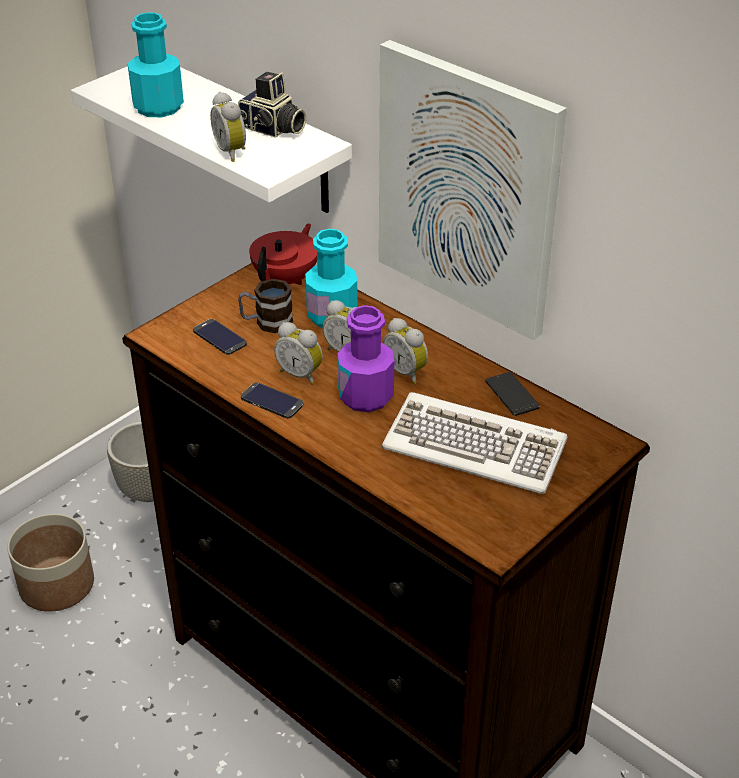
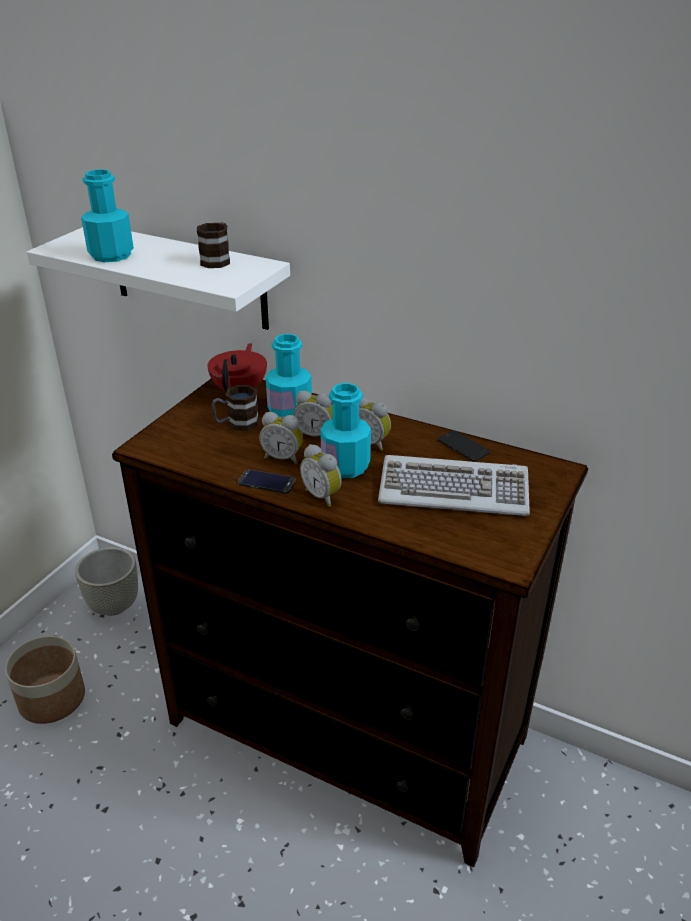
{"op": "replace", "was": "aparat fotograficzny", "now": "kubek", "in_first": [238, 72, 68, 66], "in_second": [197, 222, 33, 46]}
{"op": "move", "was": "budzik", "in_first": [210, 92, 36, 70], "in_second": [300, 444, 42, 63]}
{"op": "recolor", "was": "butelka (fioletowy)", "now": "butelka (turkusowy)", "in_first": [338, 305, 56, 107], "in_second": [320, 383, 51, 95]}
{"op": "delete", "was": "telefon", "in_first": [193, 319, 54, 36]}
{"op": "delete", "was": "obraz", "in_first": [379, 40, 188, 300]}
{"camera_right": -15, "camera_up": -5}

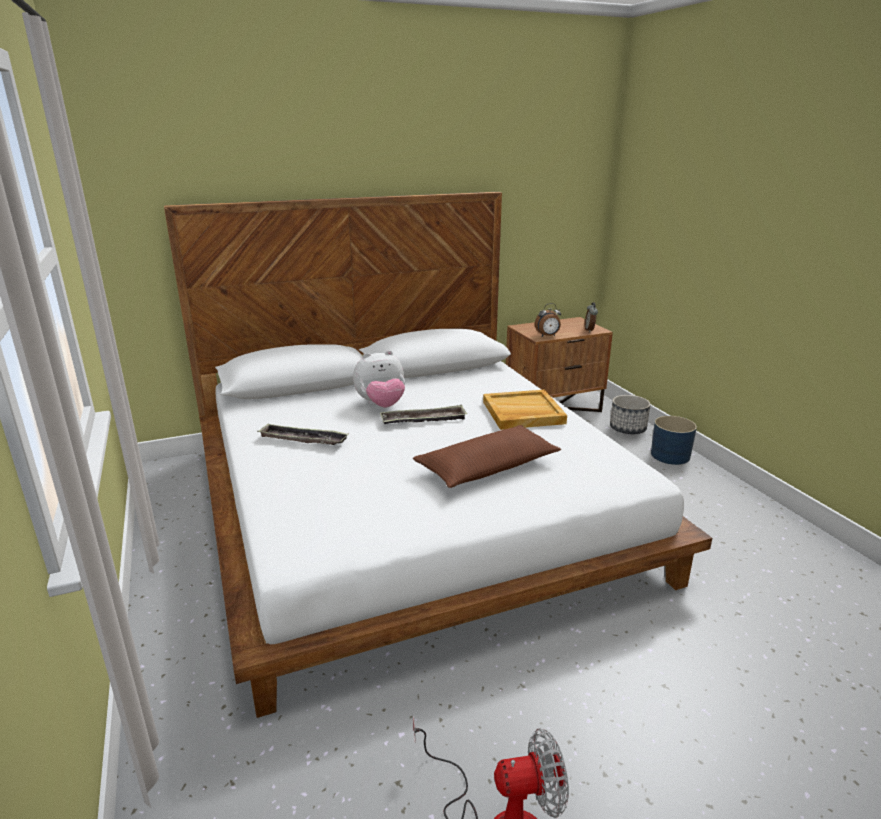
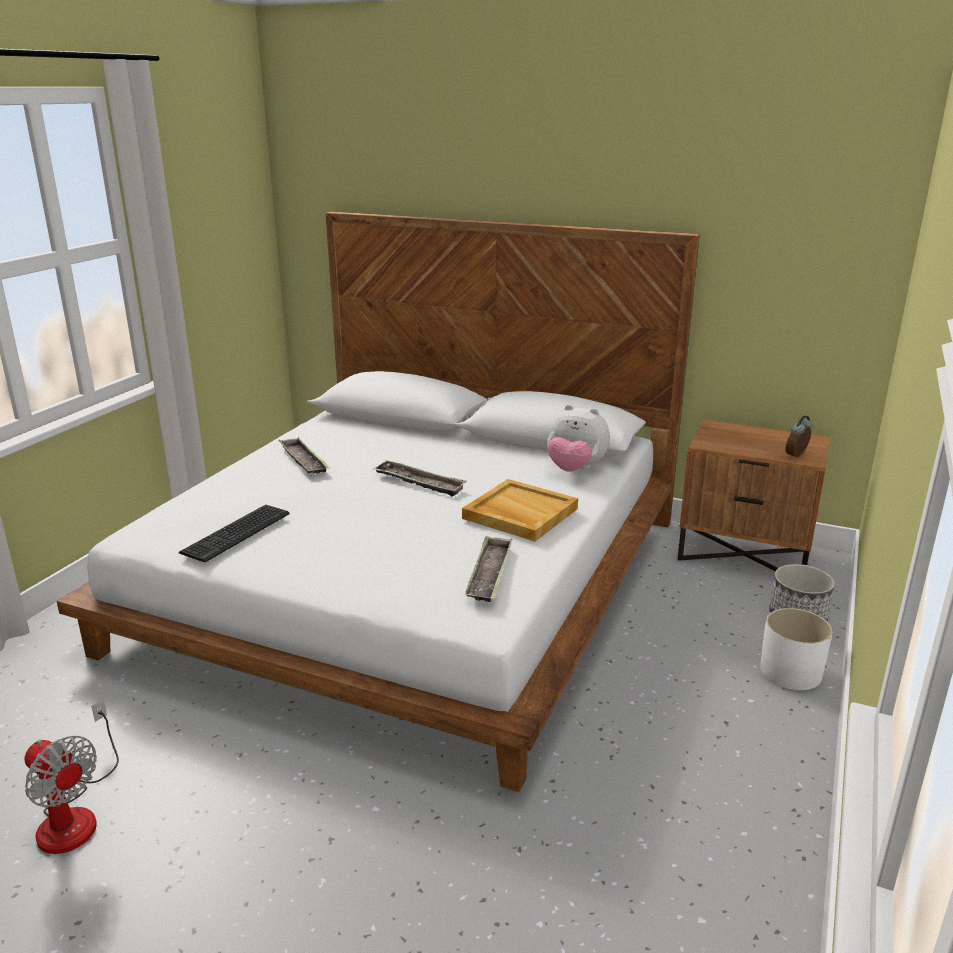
{"op": "insert", "now": "klawiatura", "in_second": [179, 505, 111, 58]}
{"op": "insert", "now": "taca", "in_second": [465, 536, 47, 66]}
{"op": "move", "was": "pluszak", "in_first": [353, 350, 52, 57], "in_second": [547, 405, 63, 67]}
{"op": "recolor", "was": "donica (niebieski)", "now": "donica (biały)", "in_first": [651, 416, 46, 49], "in_second": [760, 608, 73, 82]}
{"op": "delete", "was": "poduszka (brązowy)", "in_first": [413, 425, 148, 63]}
{"op": "delete", "was": "budzik", "in_first": [535, 303, 26, 33]}
{"camera_right": 45, "camera_up": 0}

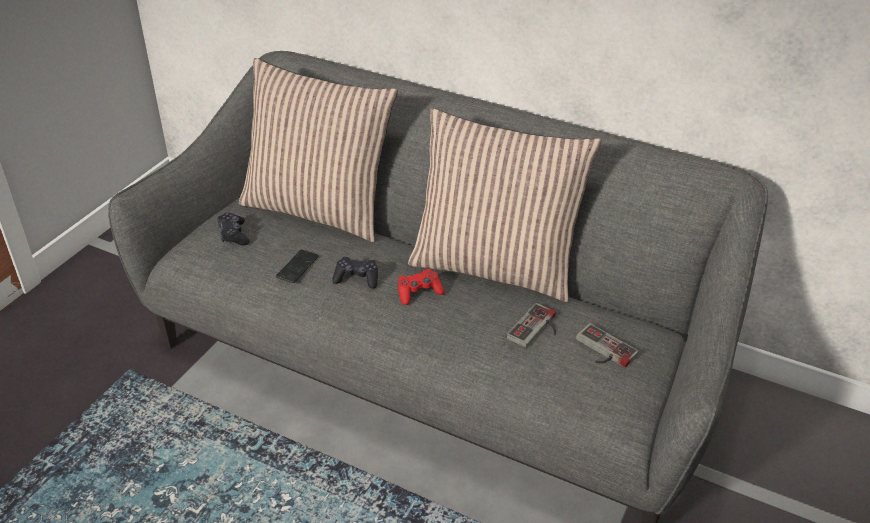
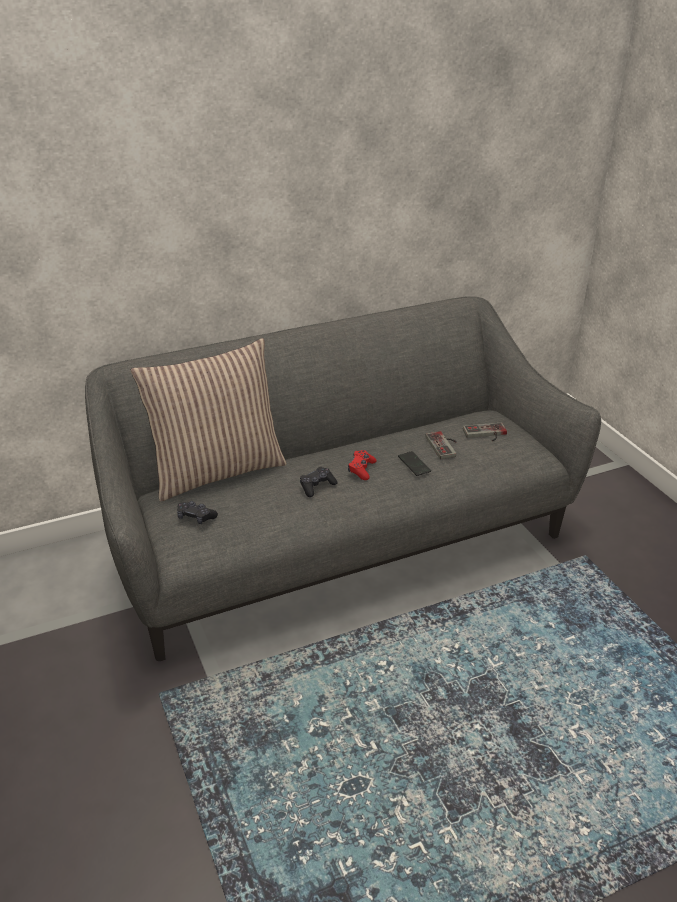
{"op": "move", "was": "telefon", "in_first": [276, 249, 43, 34], "in_second": [398, 451, 33, 25]}
{"op": "delete", "was": "poduszka", "in_first": [408, 108, 194, 194]}
{"camera_right": -50, "camera_up": -5}

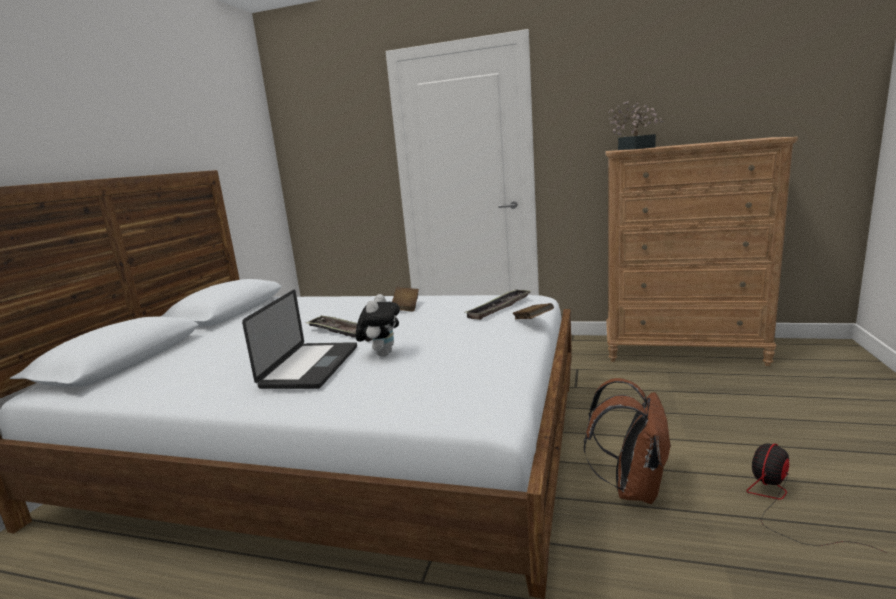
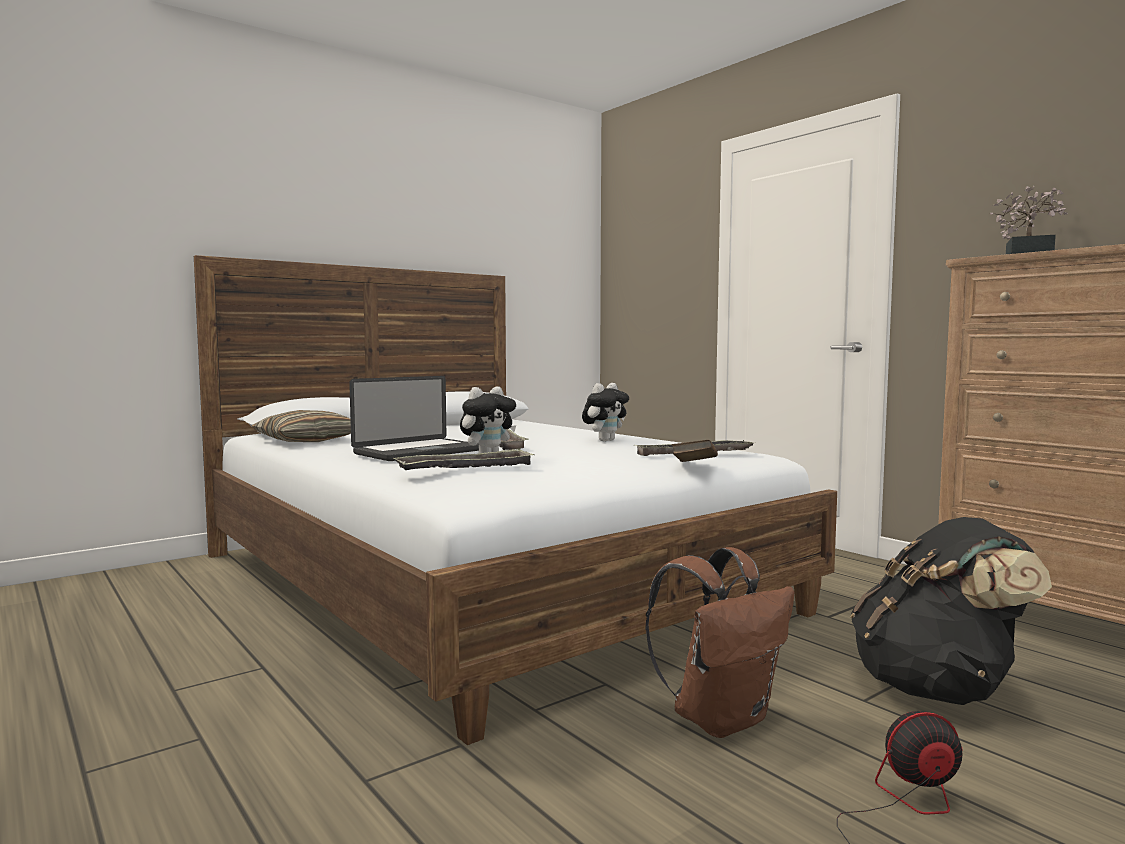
{"op": "insert", "now": "poduszka", "in_second": [252, 410, 99, 32]}
{"op": "insert", "now": "taca", "in_second": [394, 448, 141, 22]}
{"op": "replace", "was": "książka (brązowy)", "now": "pluszak", "in_first": [392, 287, 27, 24], "in_second": [582, 383, 47, 59]}
{"op": "insert", "now": "plecak (czarny)", "in_second": [851, 517, 201, 188]}
{"camera_right": 35, "camera_up": -10}

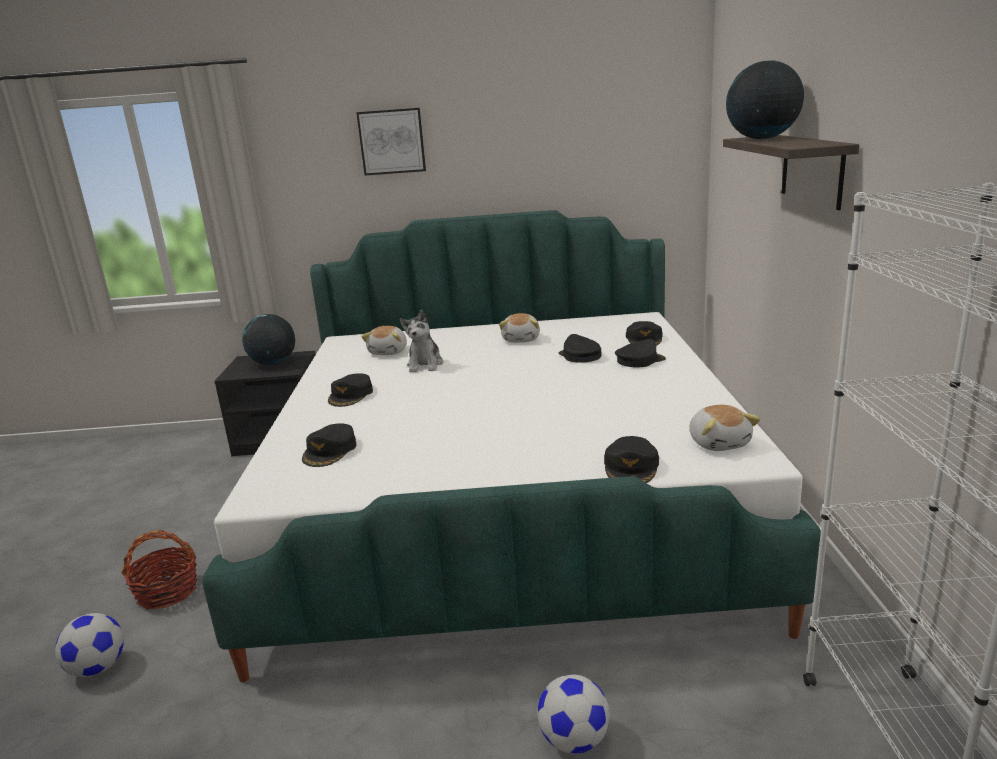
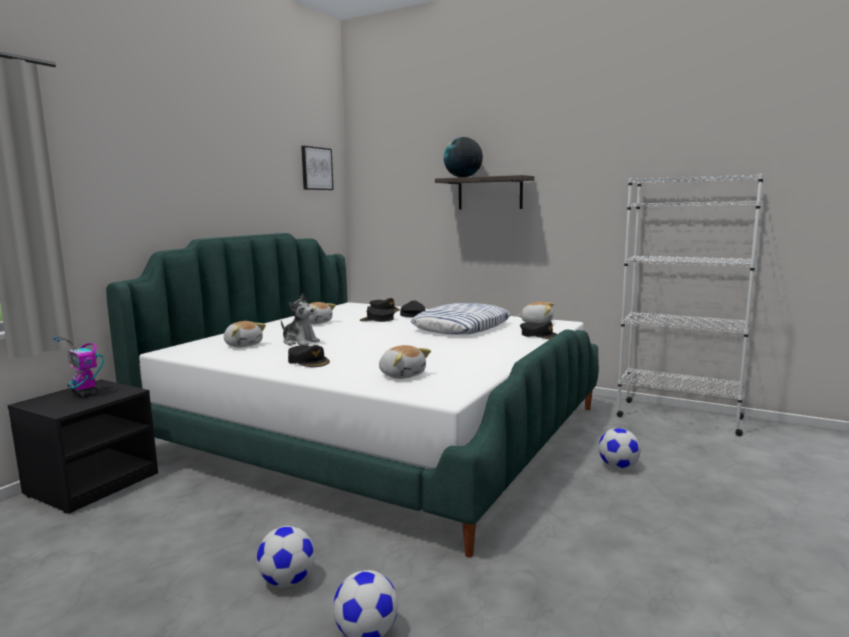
{"op": "replace", "was": "globus", "now": "robot zabawkowy", "in_first": [242, 314, 53, 51], "in_second": [53, 337, 51, 60]}
{"op": "replace", "was": "koszyk", "now": "piłka futbolowa", "in_first": [121, 530, 76, 79], "in_second": [257, 526, 58, 61]}
{"op": "move", "was": "obraz", "in_first": [356, 108, 70, 68], "in_second": [301, 146, 33, 44]}
{"op": "replace", "was": "czapka z daszkiem (czarny)", "now": "pluszak", "in_first": [302, 423, 54, 44], "in_second": [379, 345, 52, 34]}
{"op": "insert", "now": "poduszka", "in_second": [411, 303, 100, 31]}
{"camera_right": -60, "camera_up": -10}

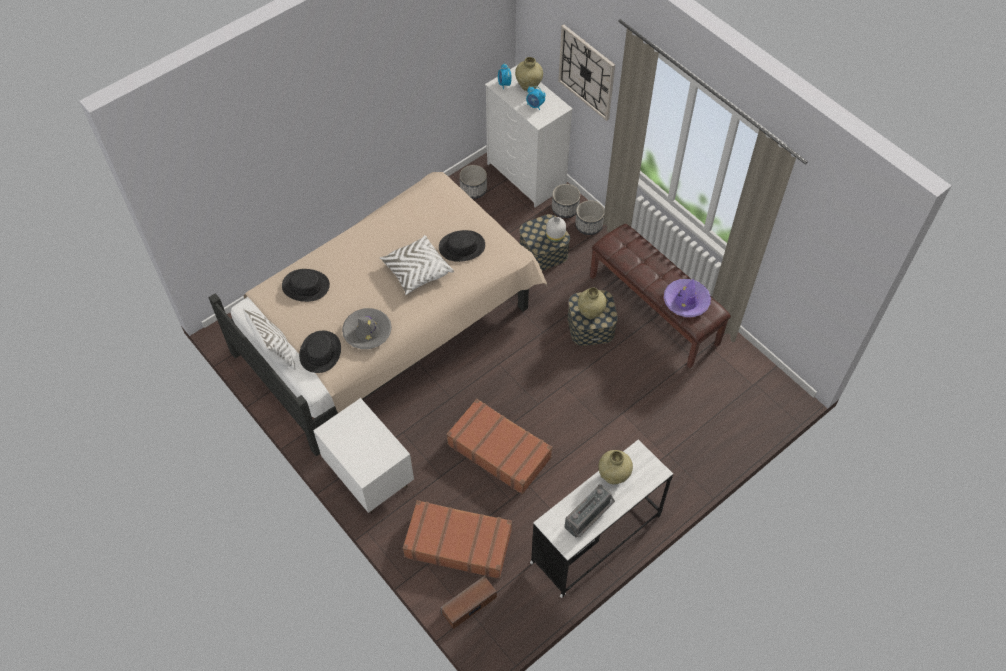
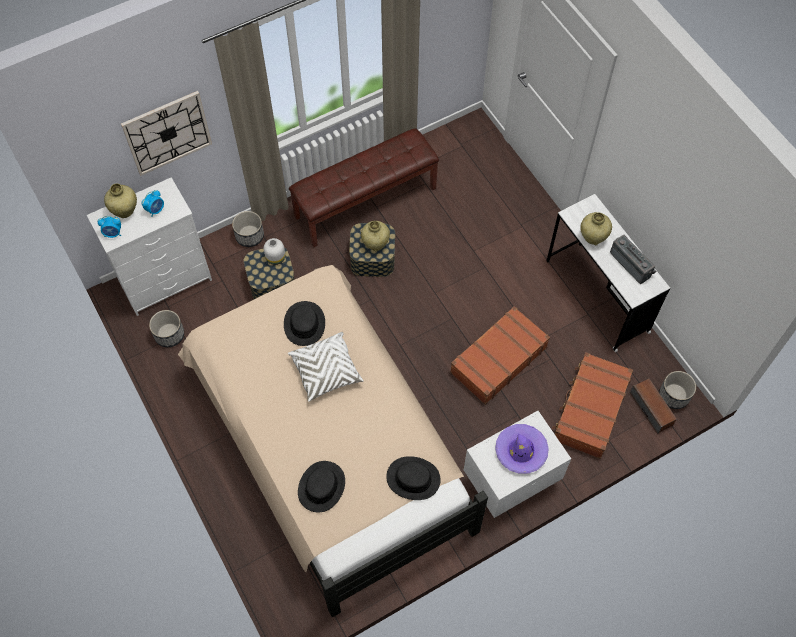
{"op": "move", "was": "kapelusz (fioletowy)", "in_first": [664, 279, 47, 38], "in_second": [495, 424, 54, 50]}
{"op": "move", "was": "donica", "in_first": [552, 184, 28, 34], "in_second": [659, 371, 37, 38]}
{"op": "delete", "was": "poduszka (biały)", "in_first": [243, 307, 52, 63]}
{"op": "delete", "was": "kapelusz (szary)", "in_first": [342, 308, 50, 41]}
{"camera_right": -80, "camera_up": 5}

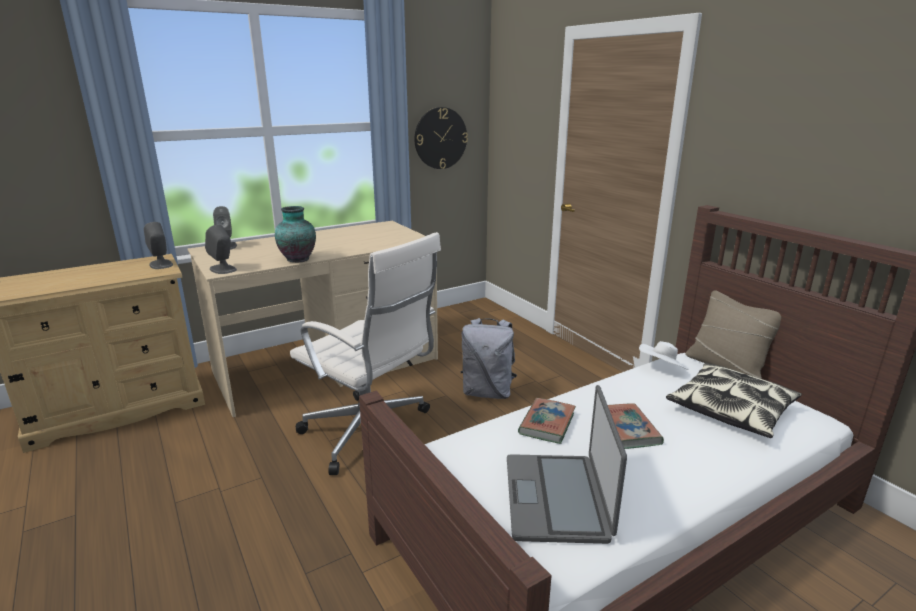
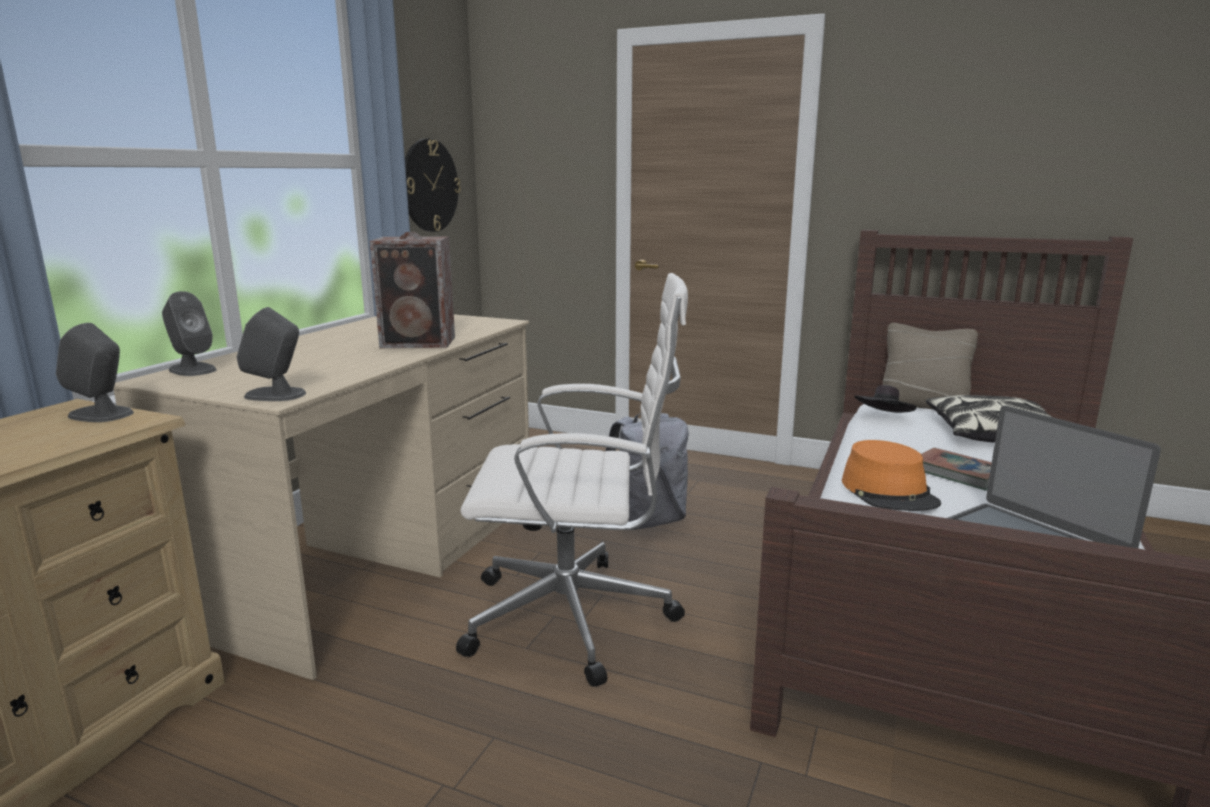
{"op": "insert", "now": "głośnik", "in_second": [370, 232, 85, 116]}
{"op": "replace", "was": "książka", "now": "kapelusz (pomarańczowy)", "in_first": [518, 398, 58, 46], "in_second": [842, 440, 99, 71]}
{"op": "recolor", "was": "kapelusz (biały)", "now": "kapelusz (czarny)", "in_first": [639, 341, 50, 29], "in_second": [854, 385, 62, 28]}
{"op": "delete", "was": "wazon", "in_first": [275, 206, 41, 57]}
{"camera_right": -35, "camera_up": -5}

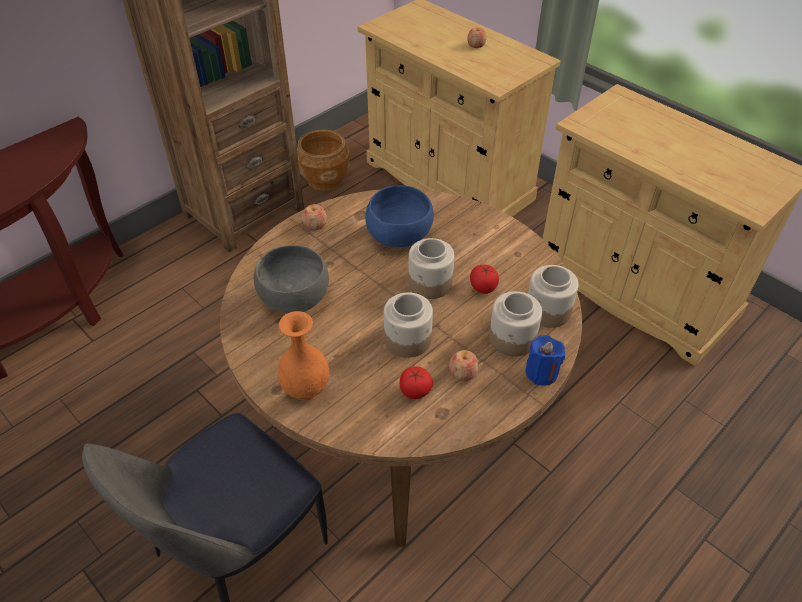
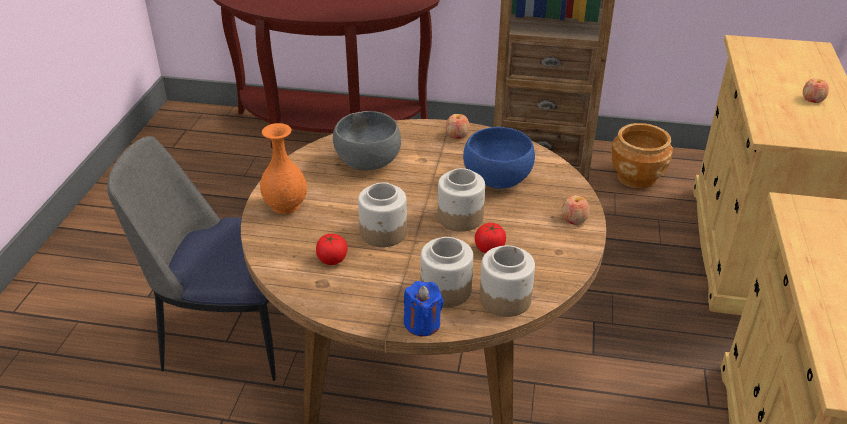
{"op": "move", "was": "jabłko", "in_first": [449, 350, 30, 31], "in_second": [562, 195, 28, 30]}
{"camera_right": 55, "camera_up": -10}

